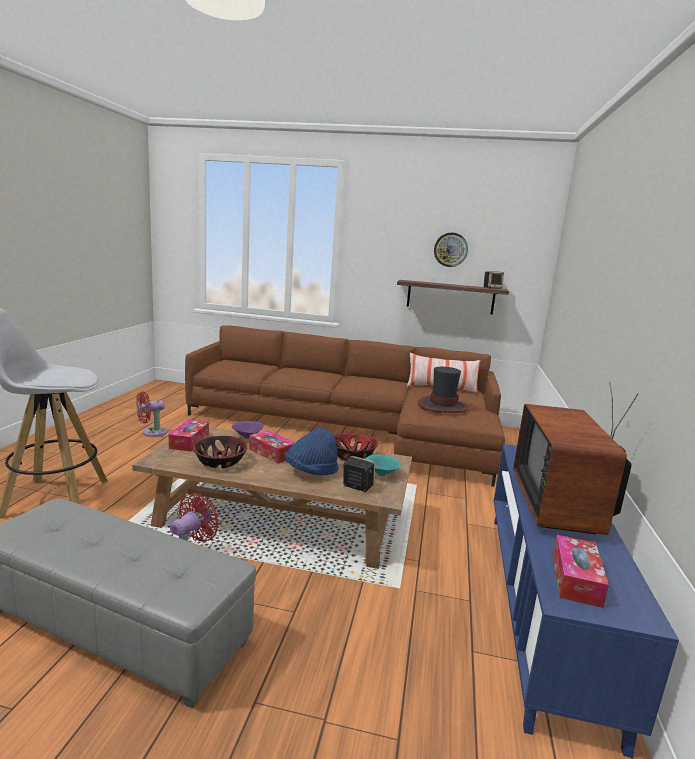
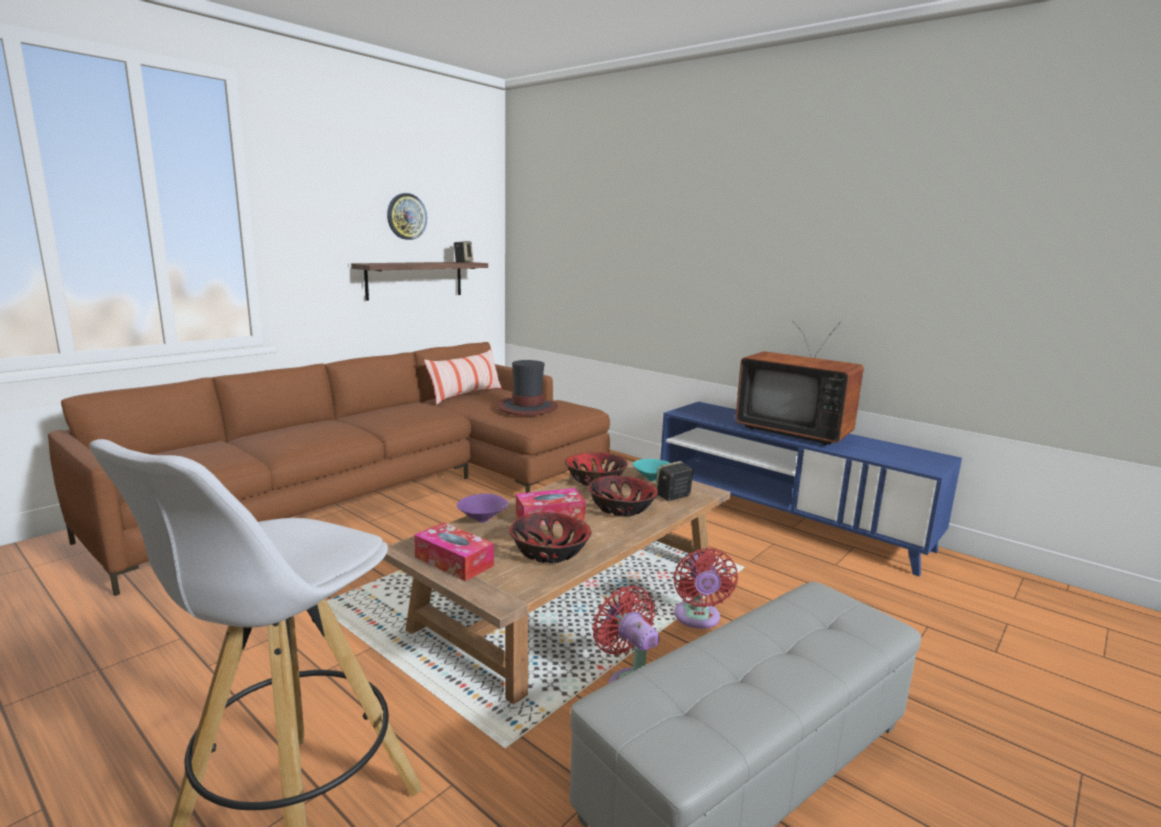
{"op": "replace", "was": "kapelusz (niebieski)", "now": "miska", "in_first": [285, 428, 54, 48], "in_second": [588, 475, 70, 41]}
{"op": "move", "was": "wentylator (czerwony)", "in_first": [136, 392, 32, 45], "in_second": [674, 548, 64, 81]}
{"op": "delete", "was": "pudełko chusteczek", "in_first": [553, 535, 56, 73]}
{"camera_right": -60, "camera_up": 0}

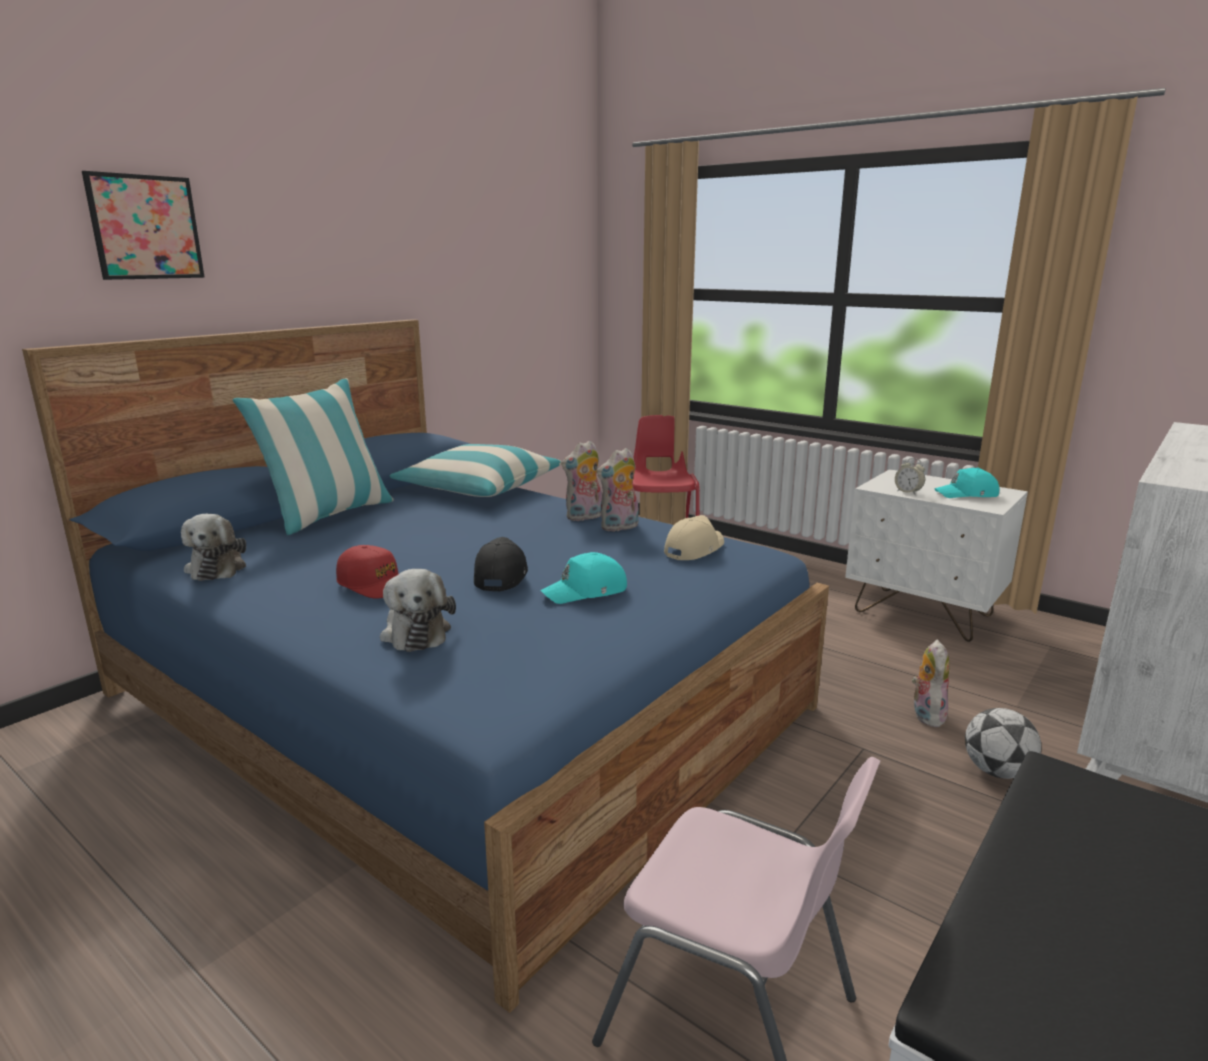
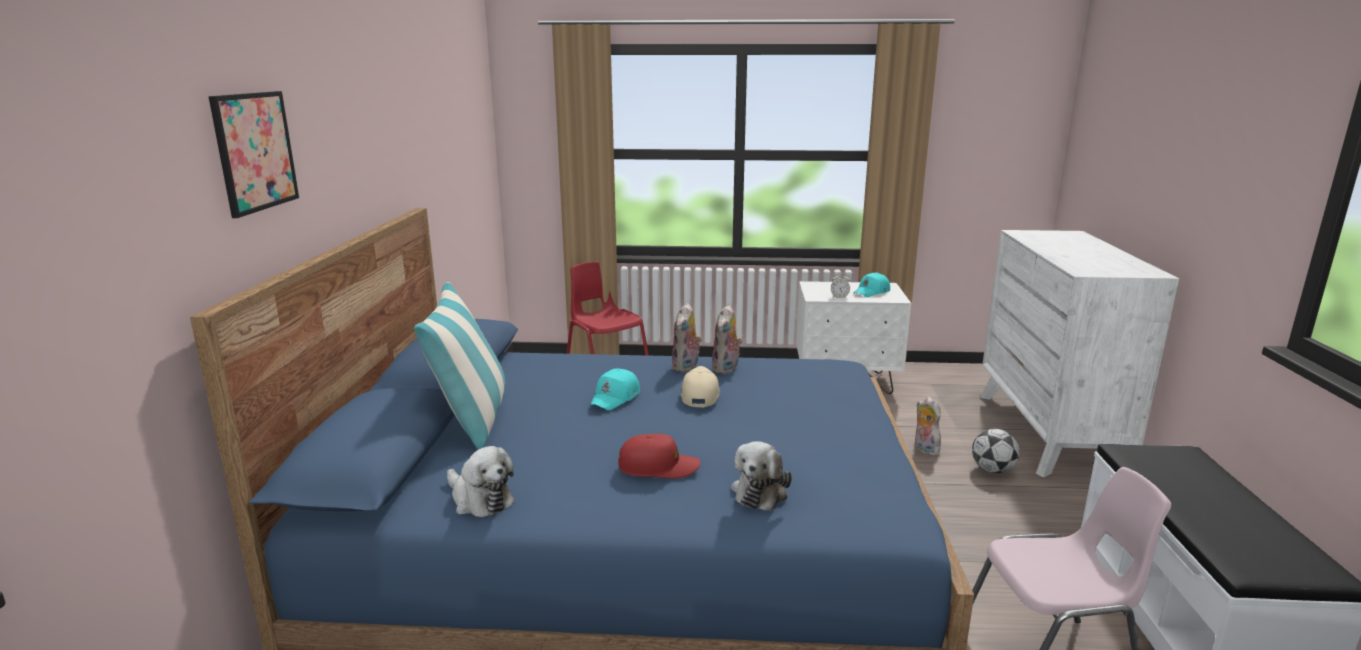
{"op": "move", "was": "czapka z daszkiem (turkusowy)", "in_first": [540, 552, 87, 52], "in_second": [590, 368, 50, 42]}
{"op": "move", "was": "czapka z daszkiem (beżowy)", "in_first": [664, 515, 60, 45], "in_second": [681, 366, 39, 42]}
{"op": "rotate", "was": "pluszak", "in_first": [380, 569, 76, 83], "in_second": [731, 441, 61, 70], "clockwise": 75}
{"op": "delete", "was": "poduszka", "in_first": [390, 444, 172, 53]}
{"op": "delete", "was": "czapka z daszkiem (czarny)", "in_first": [474, 537, 54, 54]}
{"camera_right": -35, "camera_up": 0}

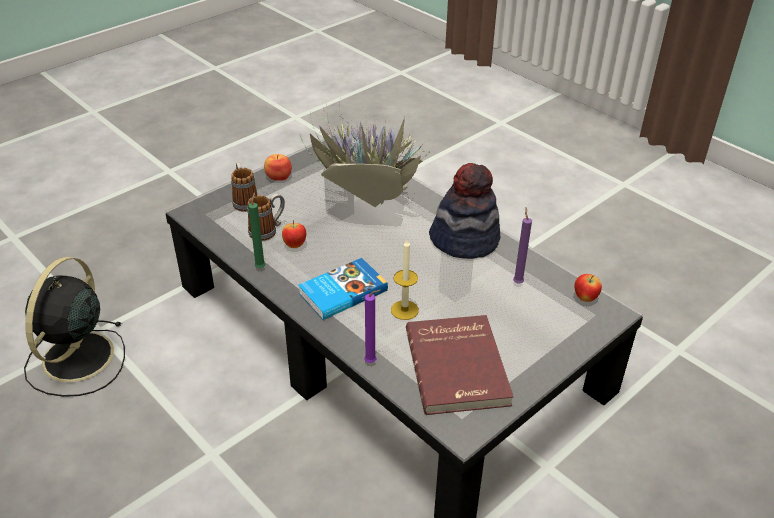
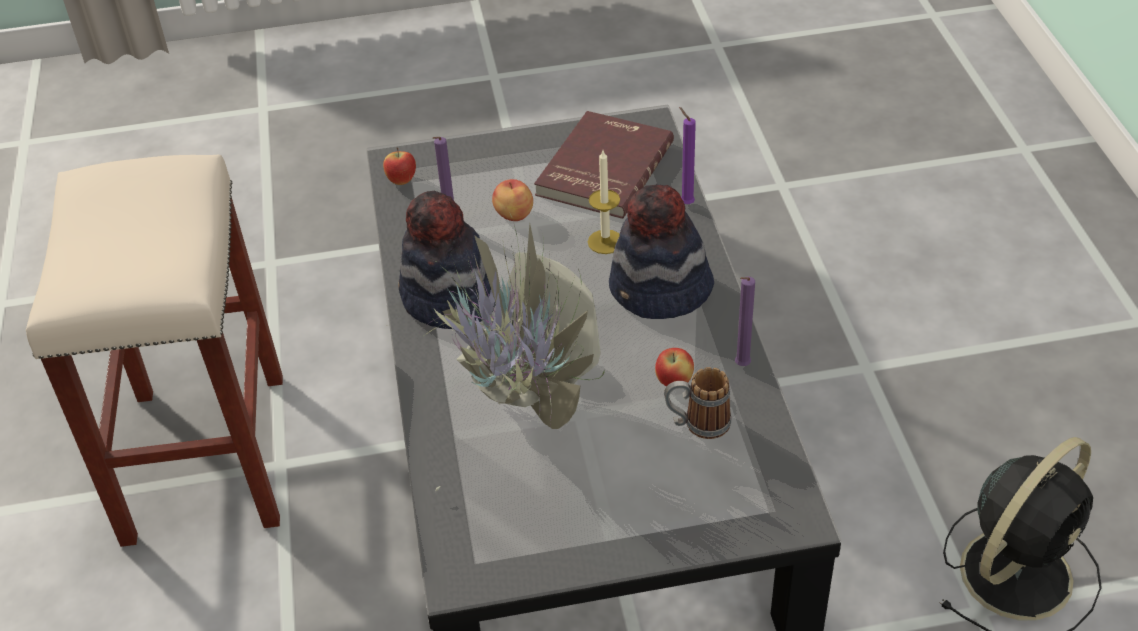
{"op": "insert", "now": "stołek (beżowy)", "in_second": [26, 155, 257, 392]}
{"op": "move", "was": "jabłko", "in_first": [264, 154, 28, 27], "in_second": [492, 179, 41, 42]}
{"op": "replace", "was": "książka", "now": "kapelusz", "in_first": [298, 258, 90, 62], "in_second": [609, 184, 105, 135]}
{"op": "recolor", "was": "świeca (zielony)", "now": "świeca (fioletowy)", "in_first": [248, 192, 17, 76], "in_second": [735, 277, 20, 89]}
{"op": "delete", "was": "kubek", "in_first": [231, 163, 26, 49]}
{"camera_right": -145, "camera_up": 5}

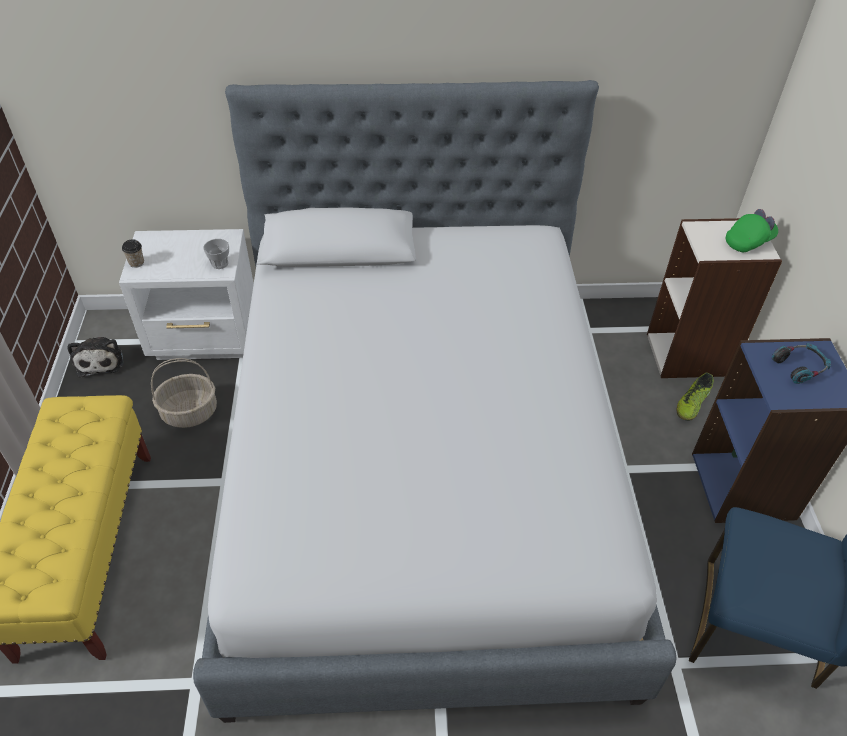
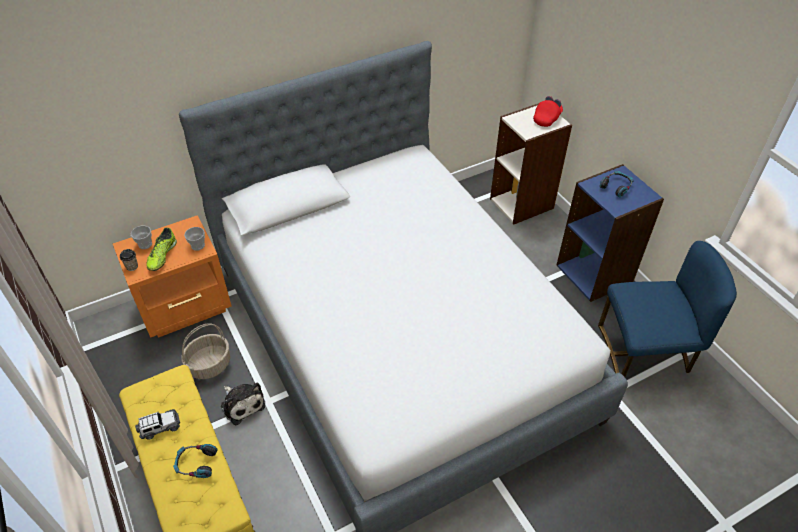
{"op": "recolor", "was": "szafka nocna (biały)", "now": "szafka nocna (pomarańczowy)", "in_first": [119, 229, 135, 131], "in_second": [113, 215, 118, 123]}
{"op": "insert", "now": "filiżanka", "in_second": [131, 226, 21, 23]}
{"op": "insert", "now": "samochodzik", "in_second": [135, 409, 45, 31]}
{"op": "move", "was": "but", "in_first": [677, 373, 36, 48], "in_second": [146, 227, 31, 44]}
{"op": "insert", "now": "słuchawki", "in_second": [173, 444, 45, 34]}
{"op": "move", "was": "pluszak", "in_first": [68, 337, 56, 40], "in_second": [221, 383, 45, 42]}
{"op": "recolor", "was": "czapka z daszkiem (zielony)", "now": "czapka z daszkiem (czerwony)", "in_first": [726, 209, 52, 43], "in_second": [533, 96, 30, 31]}
{"camera_right": -25, "camera_up": 0}

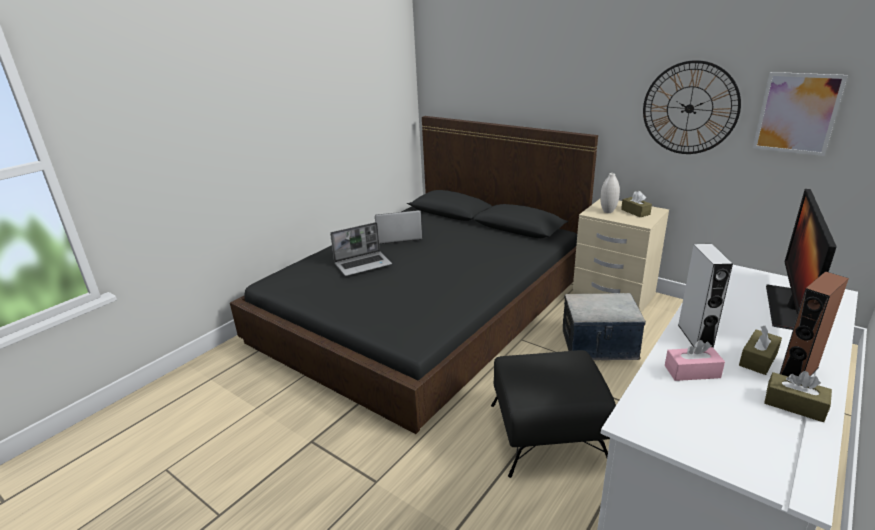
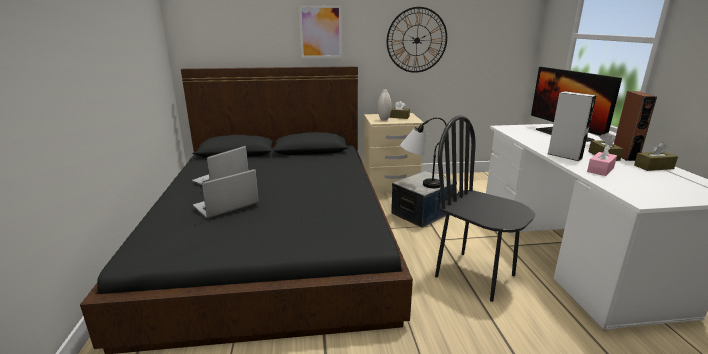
{"op": "rotate", "was": "laptop", "in_first": [330, 222, 62, 54], "in_second": [193, 169, 66, 50], "clockwise": -150}
{"op": "move", "was": "obraz", "in_first": [753, 72, 95, 84], "in_second": [299, 5, 43, 53]}
{"op": "insert", "now": "lampa stołowa", "in_second": [400, 117, 47, 71]}
{"op": "replace", "was": "pufa (czarny)", "now": "krzesło (czarny)", "in_first": [491, 350, 125, 128], "in_second": [435, 115, 100, 187]}
{"camera_right": -45, "camera_up": -5}

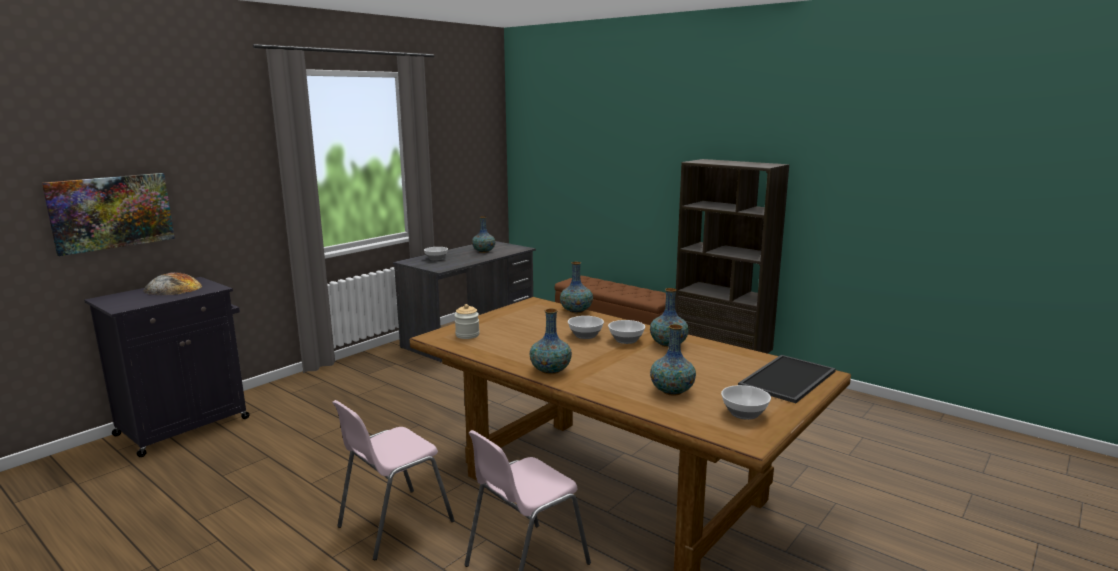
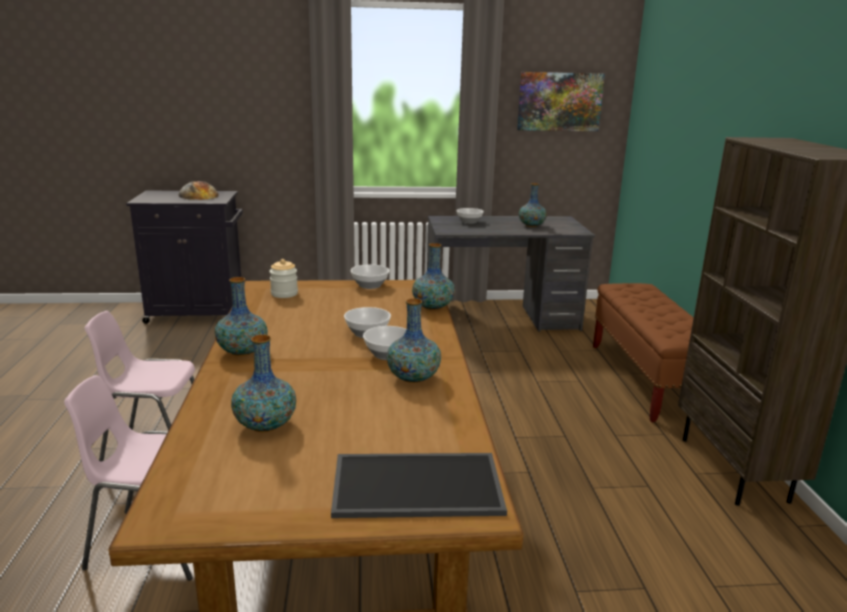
{"op": "move", "was": "miska", "in_first": [721, 385, 50, 35], "in_second": [351, 264, 38, 25]}
{"op": "move", "was": "obraz", "in_first": [42, 173, 133, 83], "in_second": [517, 72, 88, 59]}
{"camera_right": 45, "camera_up": 5}

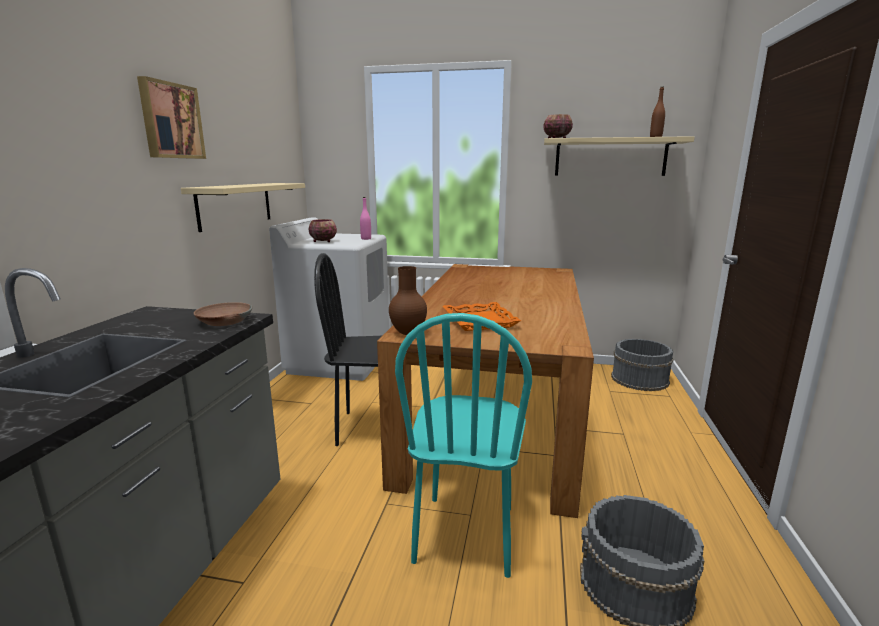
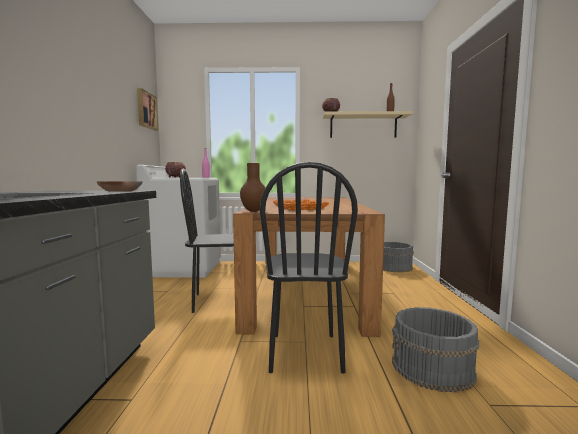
{"op": "move", "was": "obraz", "in_first": [137, 76, 69, 83], "in_second": [137, 88, 21, 42]}
{"op": "recolor", "was": "krzesło (turkusowy)", "now": "krzesło (czarny)", "in_first": [395, 313, 137, 265], "in_second": [260, 162, 98, 212]}
{"op": "delete", "was": "półka (beżowy)", "in_first": [181, 183, 124, 49]}
{"camera_right": -10, "camera_up": -10}

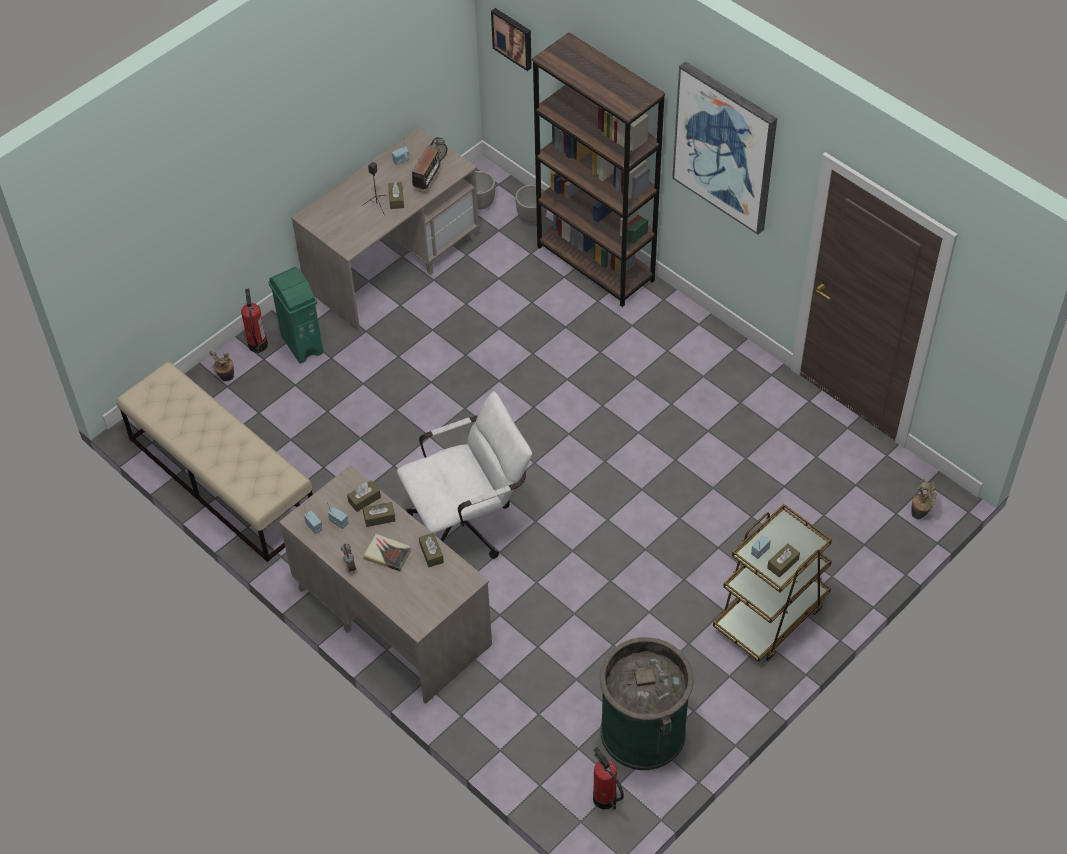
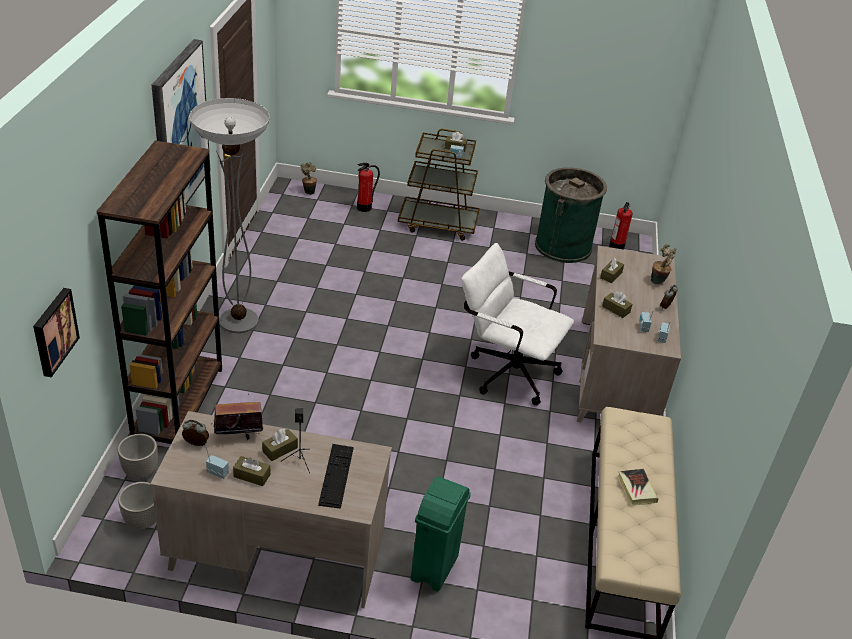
{"op": "insert", "now": "lampa stojąca", "in_second": [189, 98, 80, 235]}
{"op": "move", "was": "pudełko chusteczek (brązowy)", "in_first": [347, 480, 34, 32], "in_second": [233, 456, 38, 30]}
{"op": "insert", "now": "klawiatura", "in_second": [318, 444, 36, 65]}
{"op": "move", "was": "gaśnica", "in_first": [241, 288, 27, 65], "in_second": [357, 163, 23, 49]}
{"op": "move", "was": "książka", "in_first": [363, 534, 48, 37], "in_second": [618, 469, 40, 36]}
{"op": "move", "was": "roślina doniczkowa", "in_first": [209, 351, 25, 30], "in_second": [651, 244, 25, 40]}
{"camera_right": -130, "camera_up": -15}

